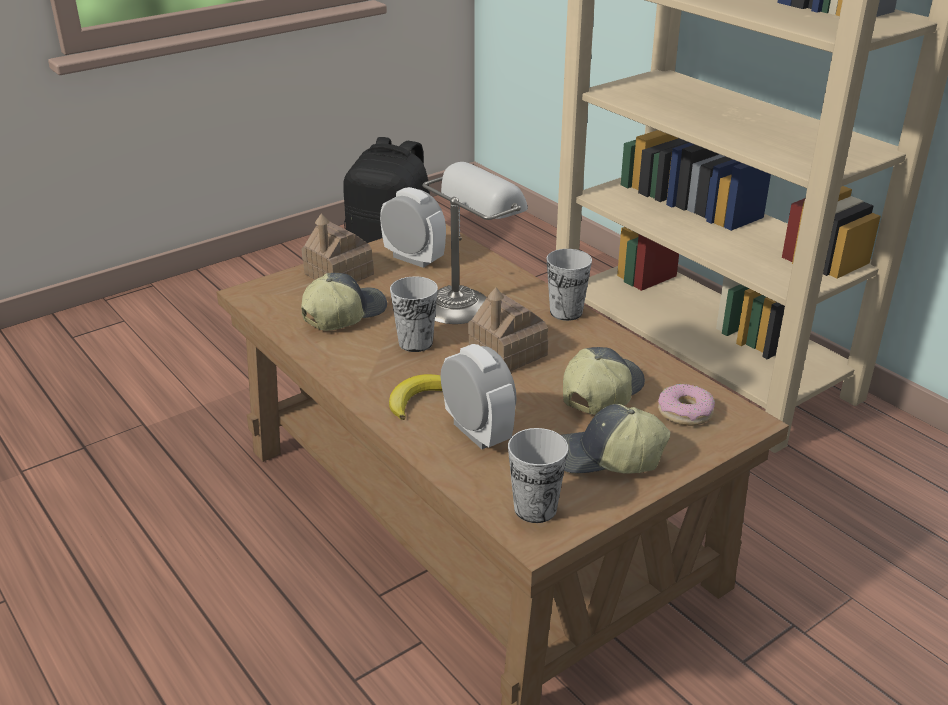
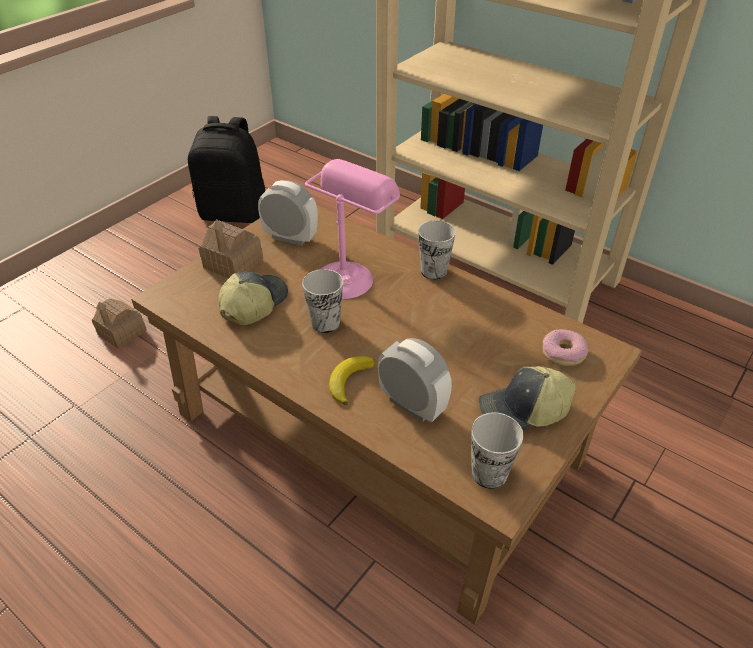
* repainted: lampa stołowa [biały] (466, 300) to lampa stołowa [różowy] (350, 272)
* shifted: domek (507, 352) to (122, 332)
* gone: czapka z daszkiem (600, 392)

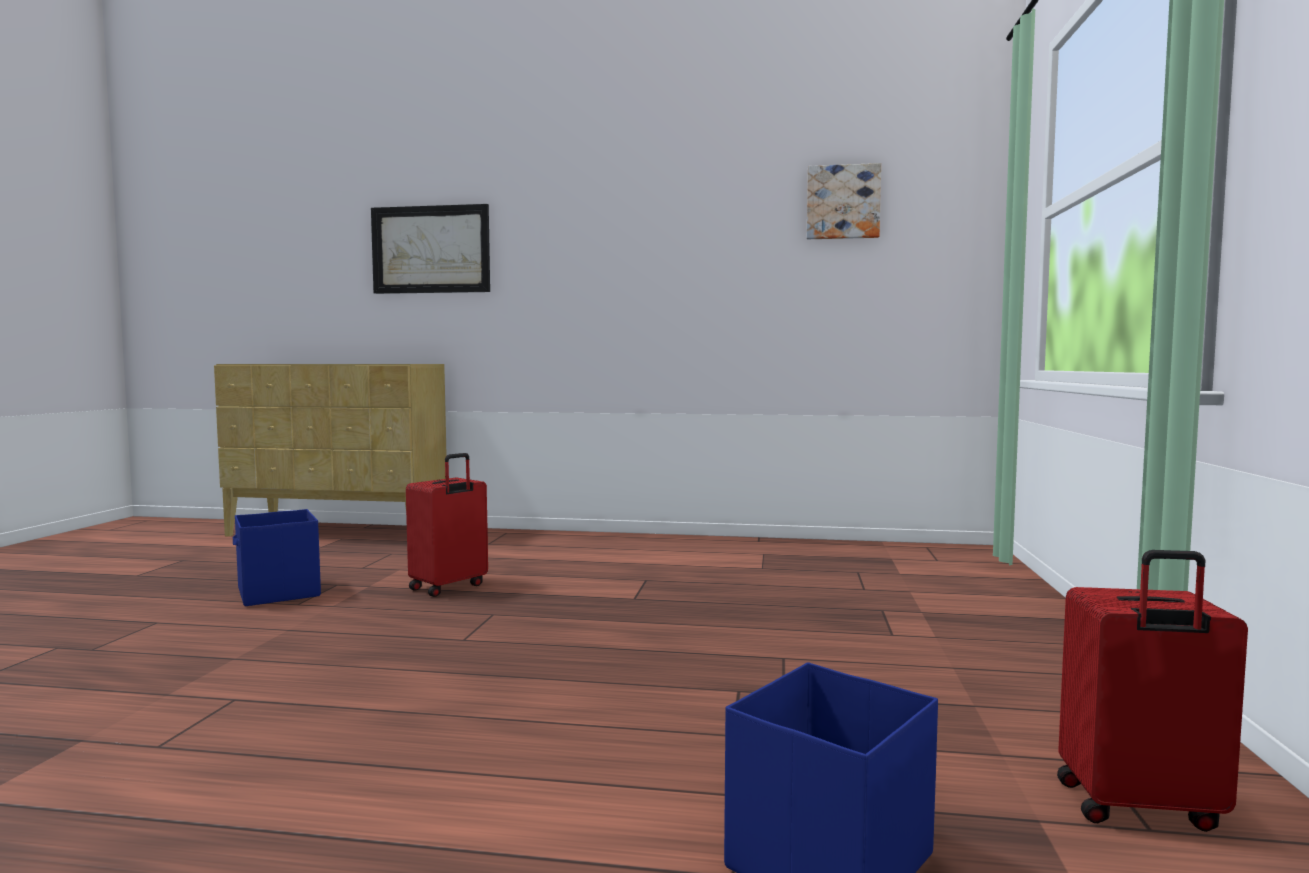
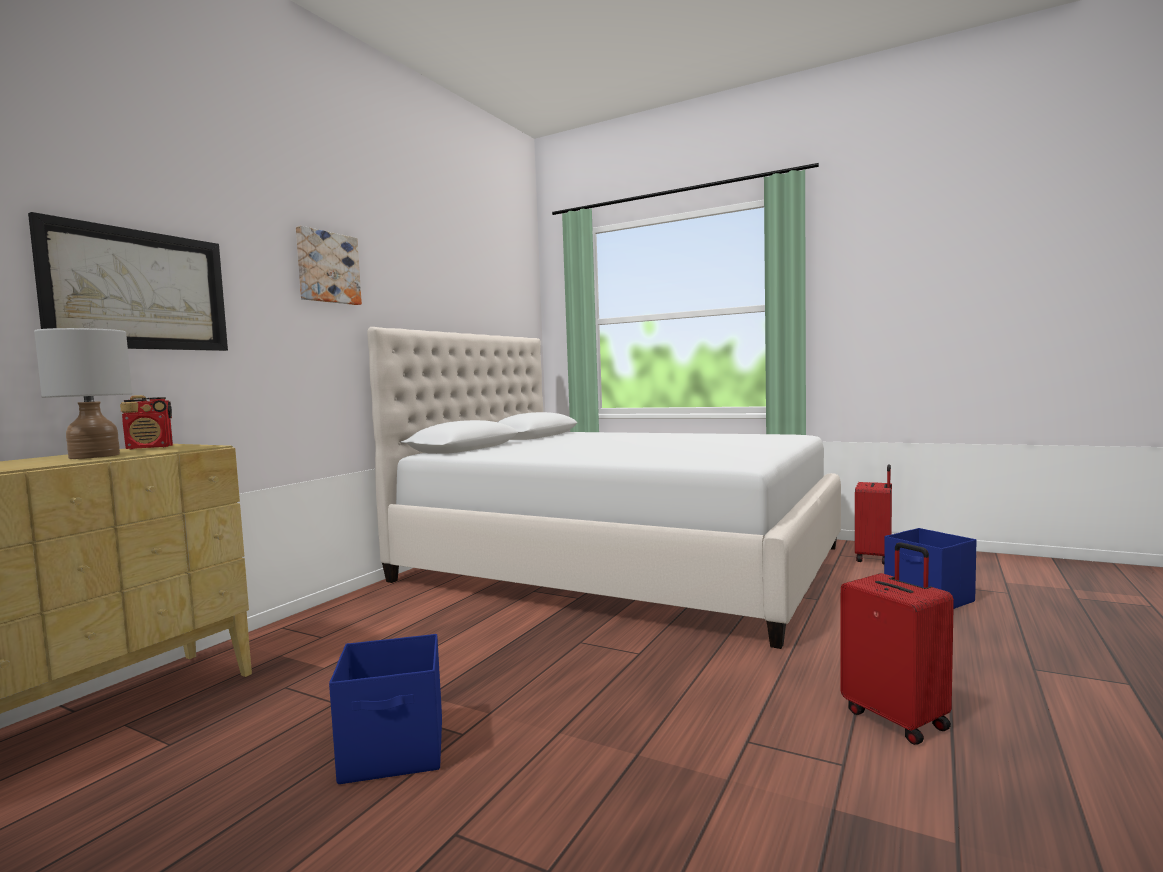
* shifted: walizka [czerwony] (449, 587) to (897, 718)
* shifted: obraz (842, 202) to (327, 268)
* new: lampa stołowa [szary] (93, 456)
* new: radio (150, 447)
* new: łóżko [biały] (621, 563)

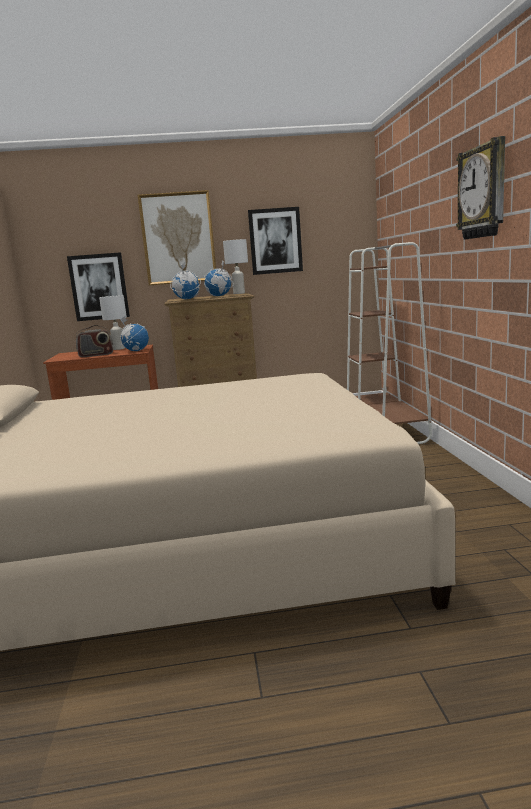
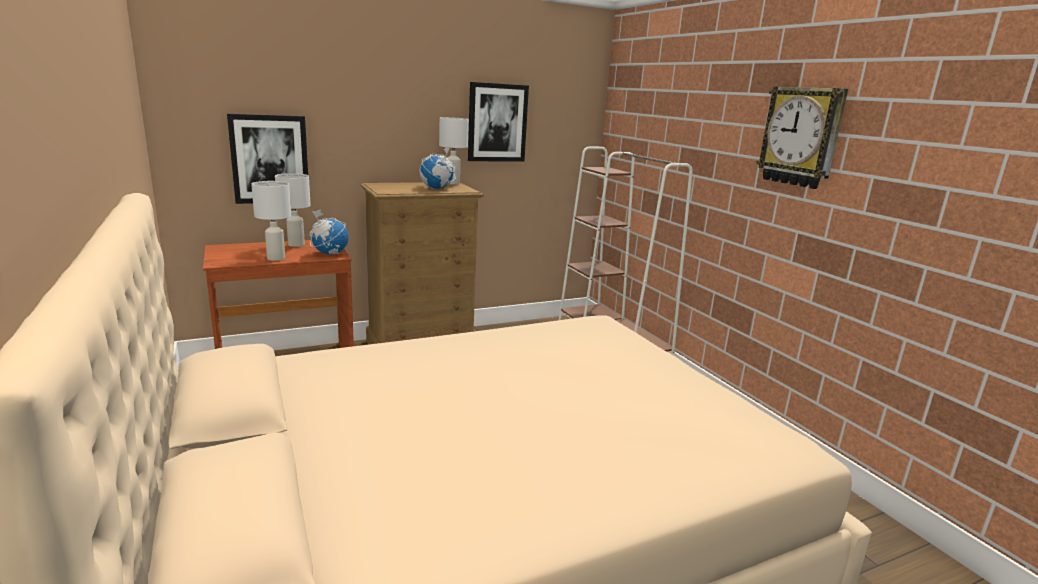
* swapped: radio (96, 355) to lampa stołowa [biały] (276, 258)
* gone: obraz (178, 238)
* gone: globus (186, 299)

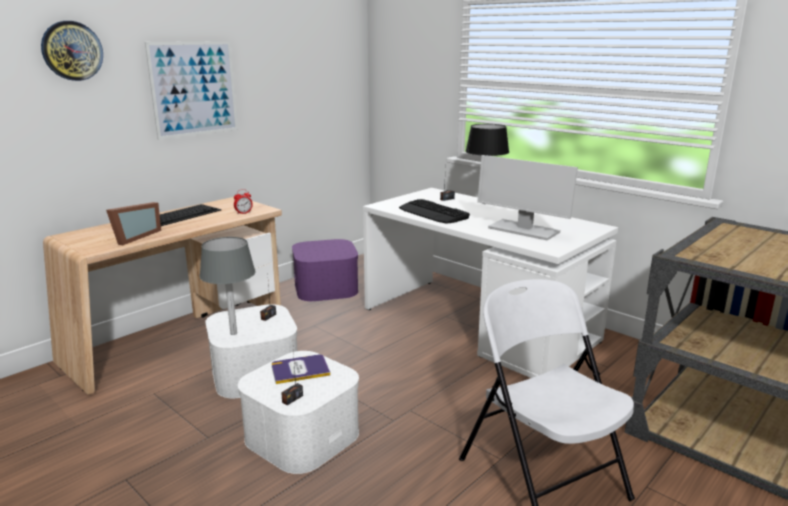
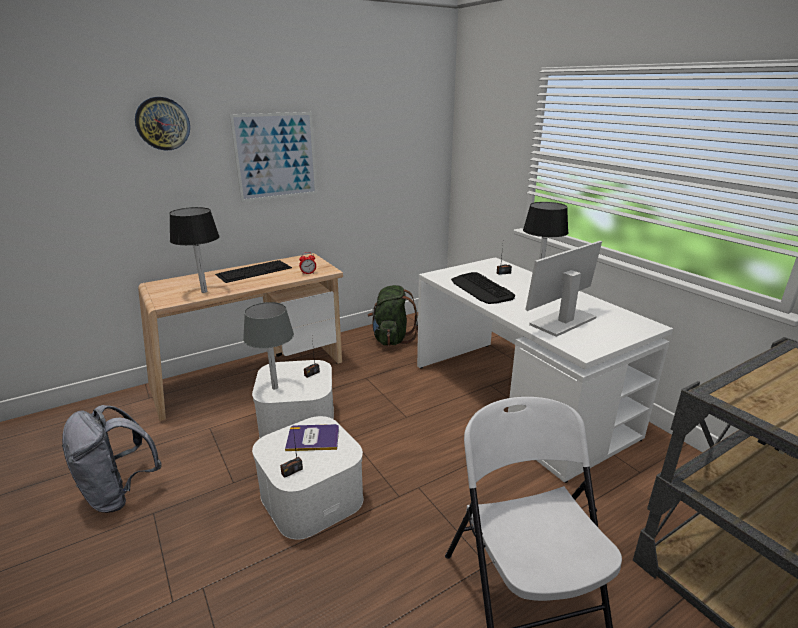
* swapped: ramka na zdjęcie (134, 237) to lampa stołowa [czarny] (204, 291)
* swapped: pojemnik do przechowywania [fioletowy] (326, 287) to plecak [zielony] (391, 339)
* rotated: monitor (522, 230) = (563, 321) 90 degrees clockwise
* new: plecak [szary] (119, 493)

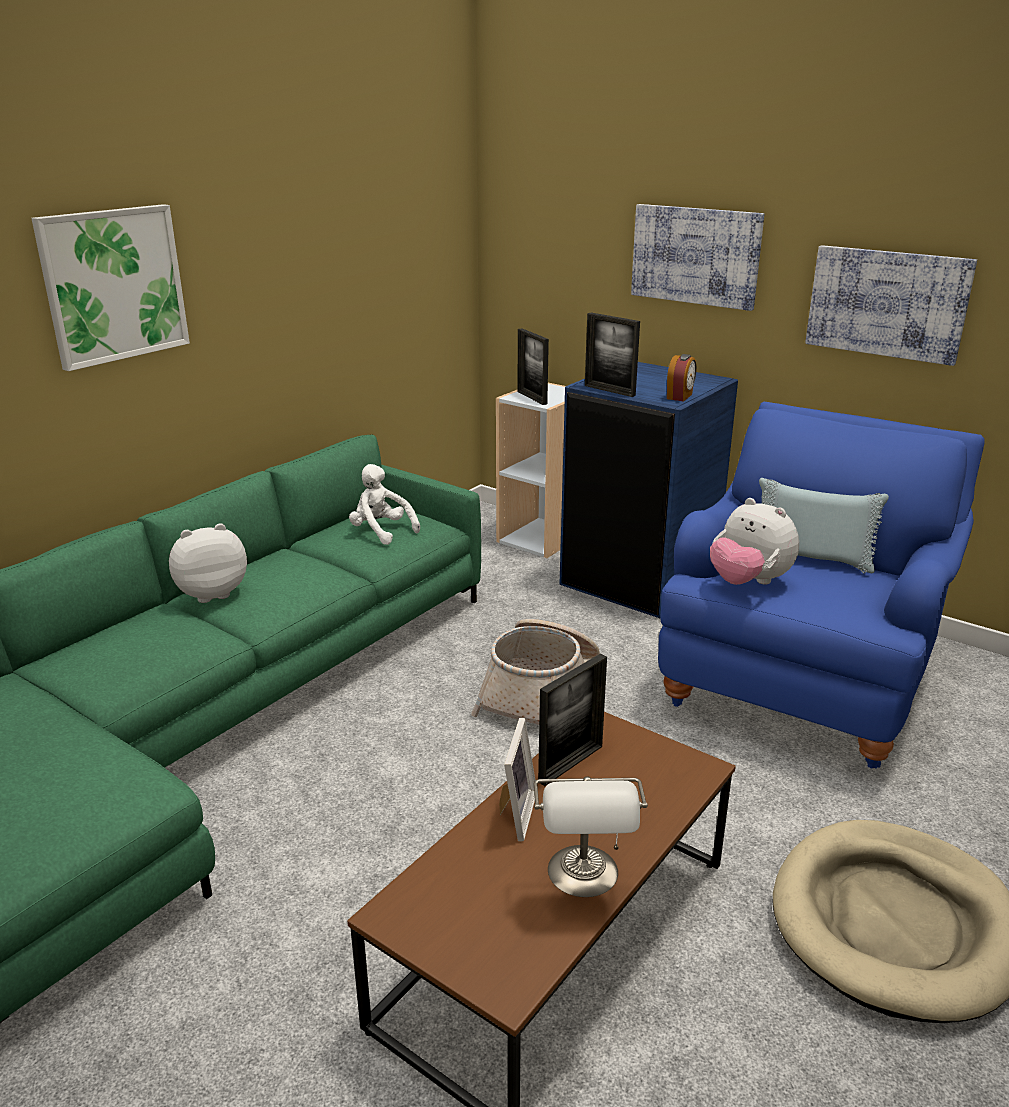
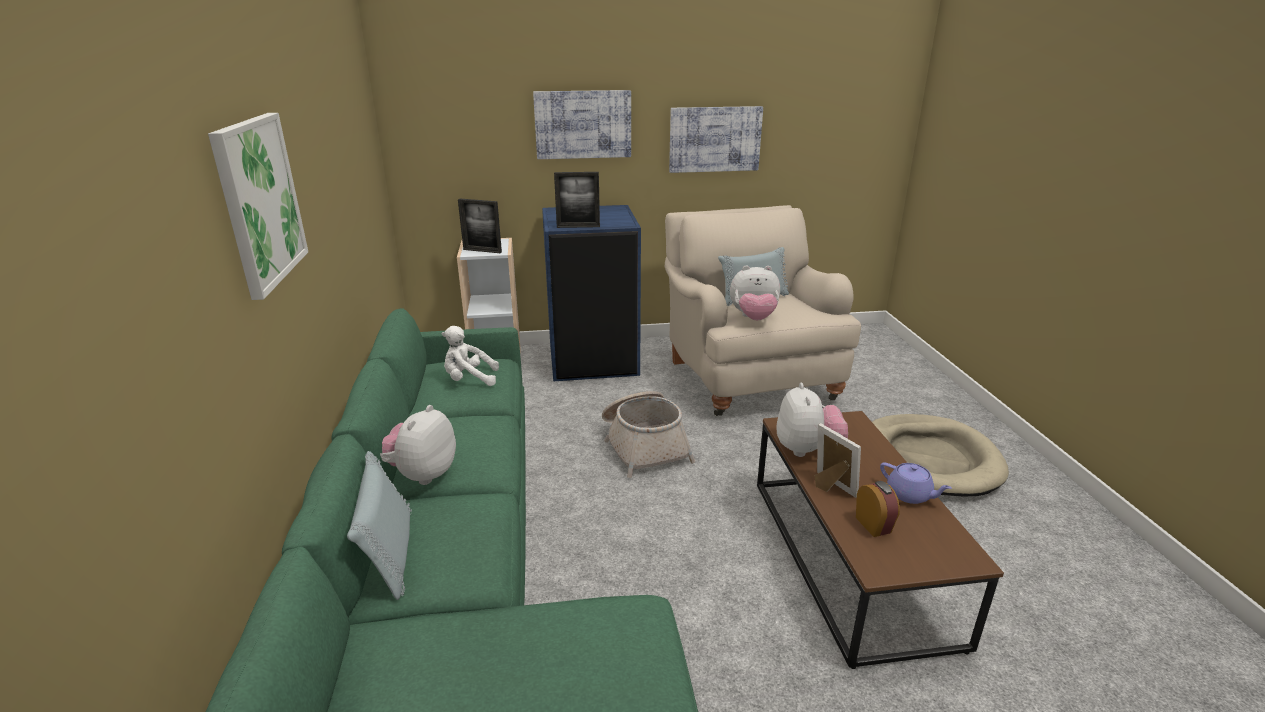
* swapped: lampa stołowa [biały] (586, 882) to imbryk [fioletowy] (910, 495)
* swapped: ramka na zdjęcie (571, 764) to pluszak (807, 449)
* repainted: fotel [niebieski] (801, 682) to fotel [beżowy] (748, 376)
* shifted: budzik (680, 396) to (874, 525)
* new: poduszka [niebieski] (389, 553)

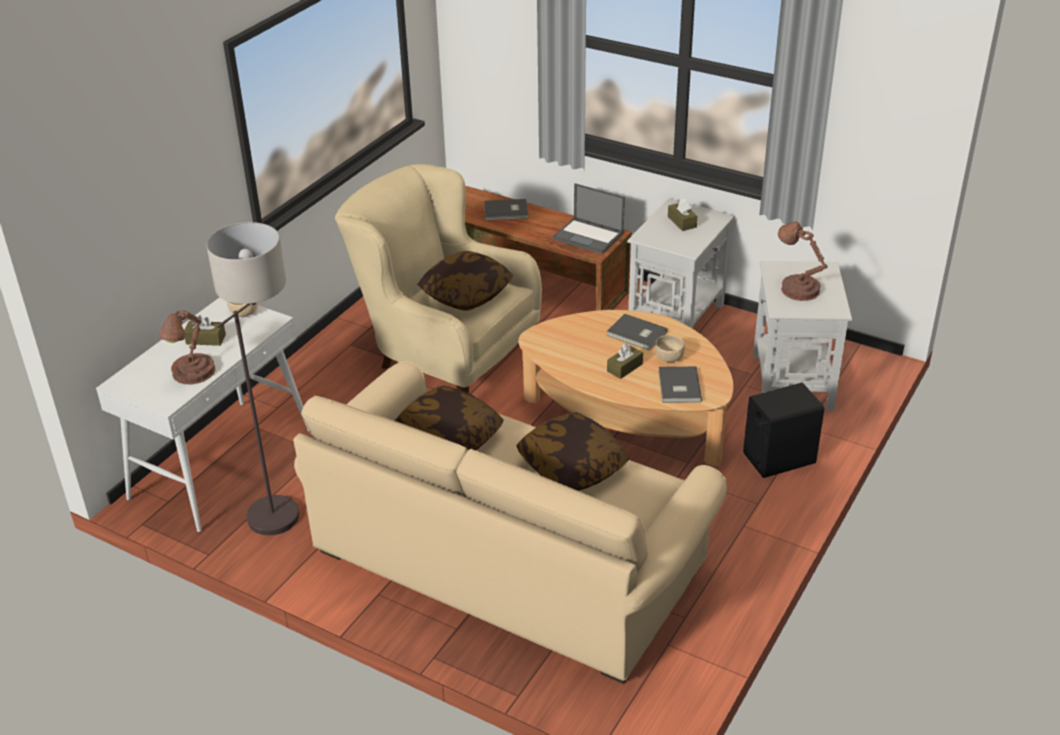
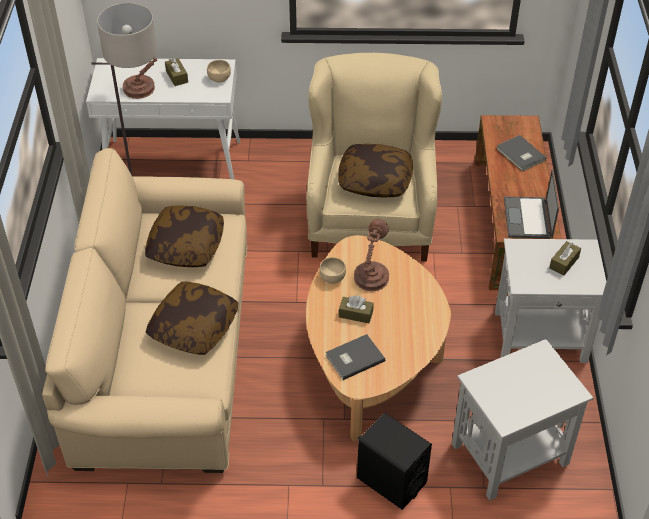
* gone: książka [szary] (636, 334)
* shifted: miska [beżowy] (669, 358) to (332, 278)
* shifted: lampa stołowa [brązowy] (797, 289) to (372, 275)

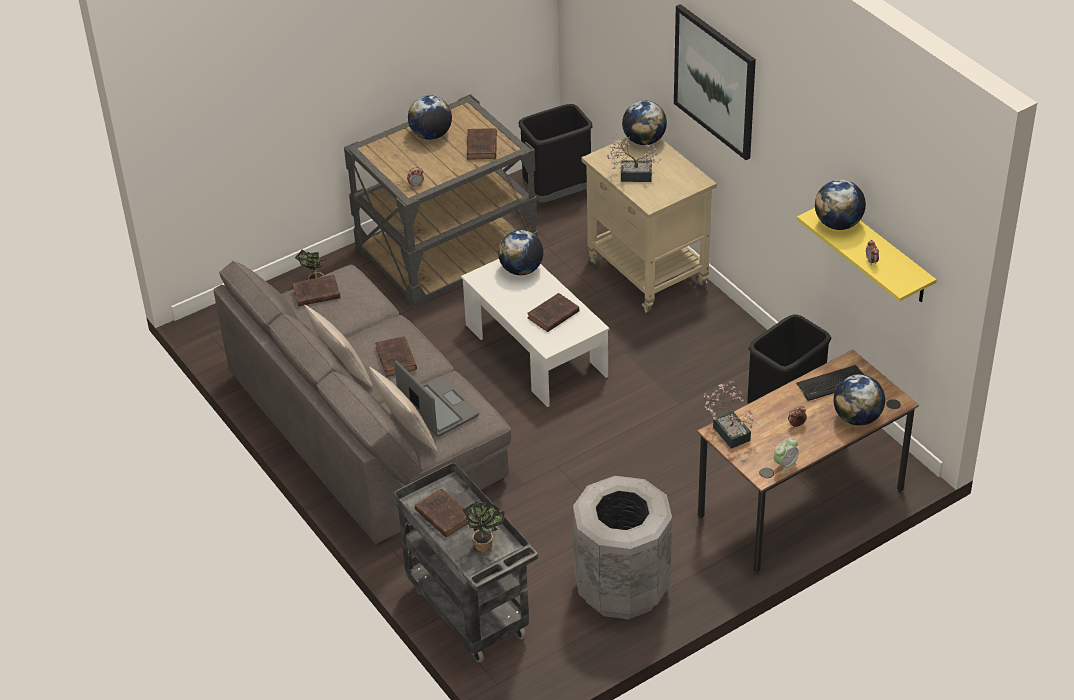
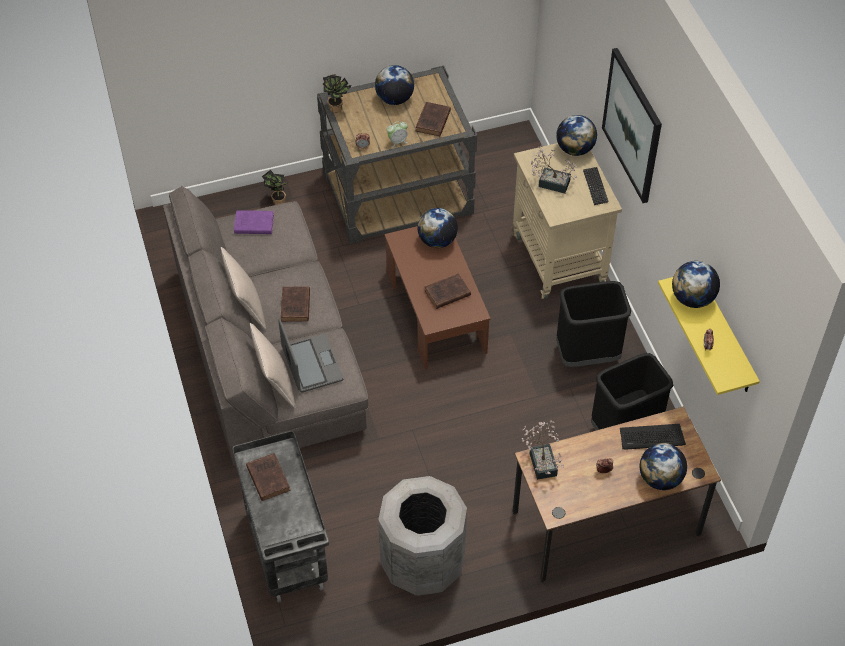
* repainted: książka [brązowy] (315, 293) to książka [fioletowy] (253, 224)
* repainted: ława [biały] (535, 350) to ława [brązowy] (435, 311)
* shifted: roślina doniczkowa (486, 544) to (337, 108)
* shifted: kosz na śmieci [czarny] (557, 194) to (587, 354)
* shifted: budzik (785, 464) to (397, 141)
* new: klawiatura (595, 186)

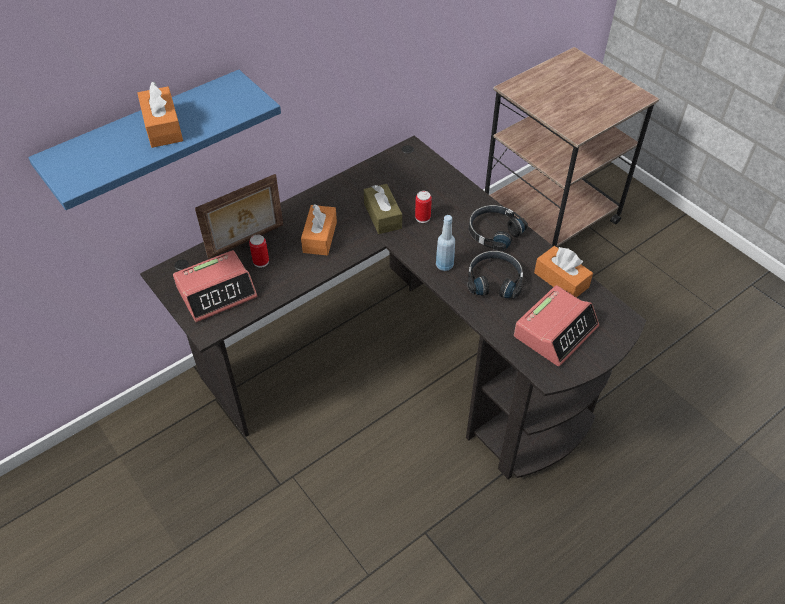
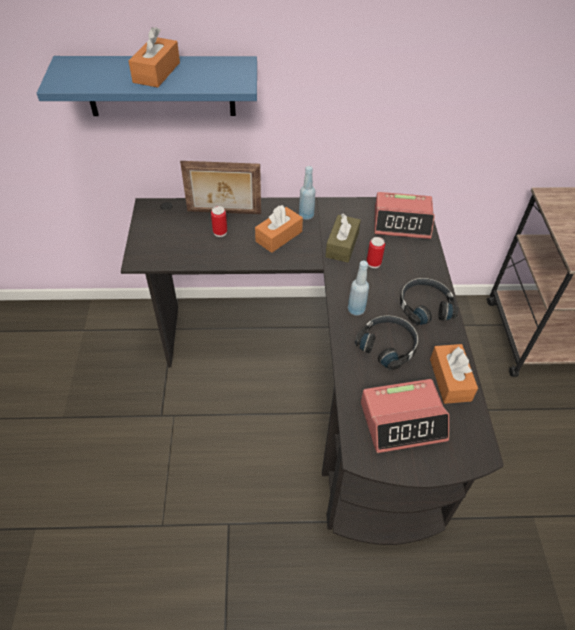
* shifted: budzik (217, 292) to (402, 222)
* new: butelka [niebieski] (306, 215)

